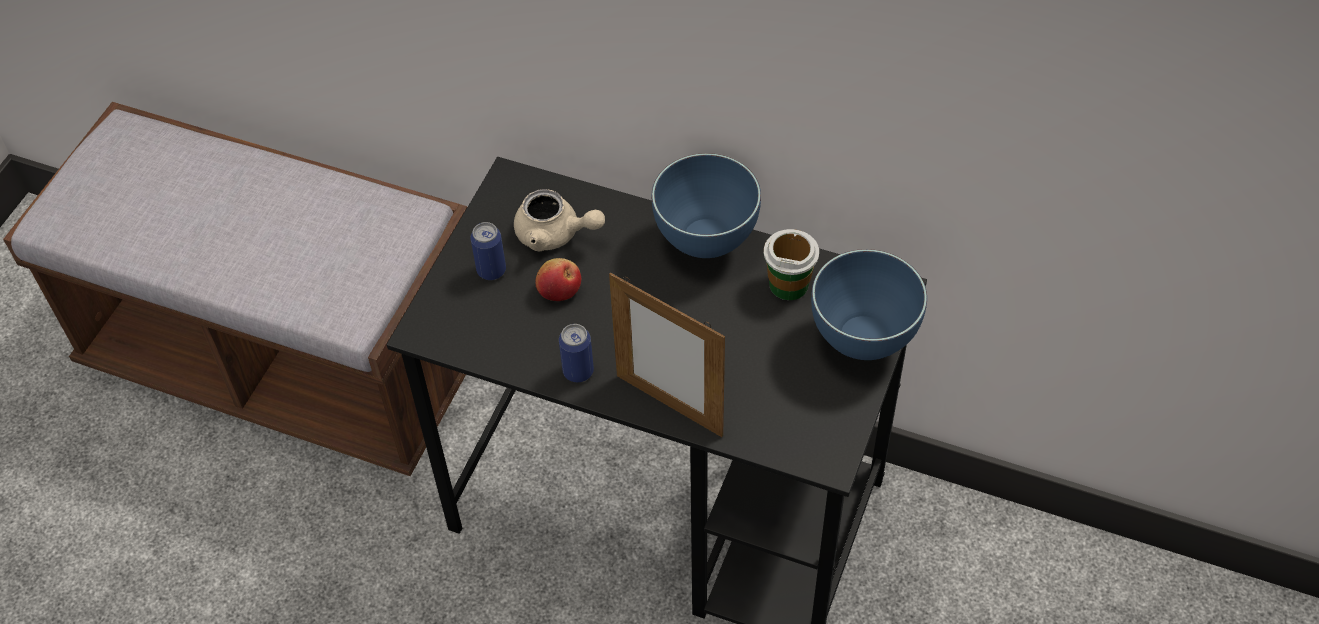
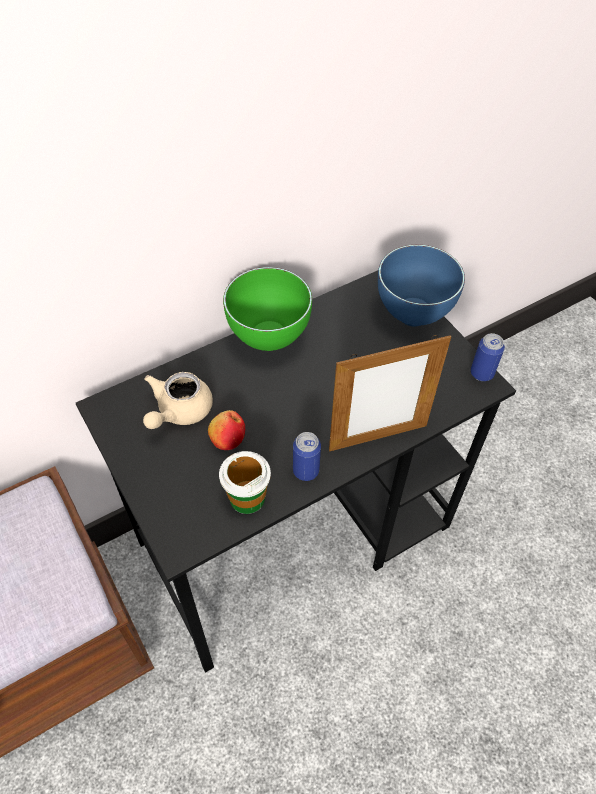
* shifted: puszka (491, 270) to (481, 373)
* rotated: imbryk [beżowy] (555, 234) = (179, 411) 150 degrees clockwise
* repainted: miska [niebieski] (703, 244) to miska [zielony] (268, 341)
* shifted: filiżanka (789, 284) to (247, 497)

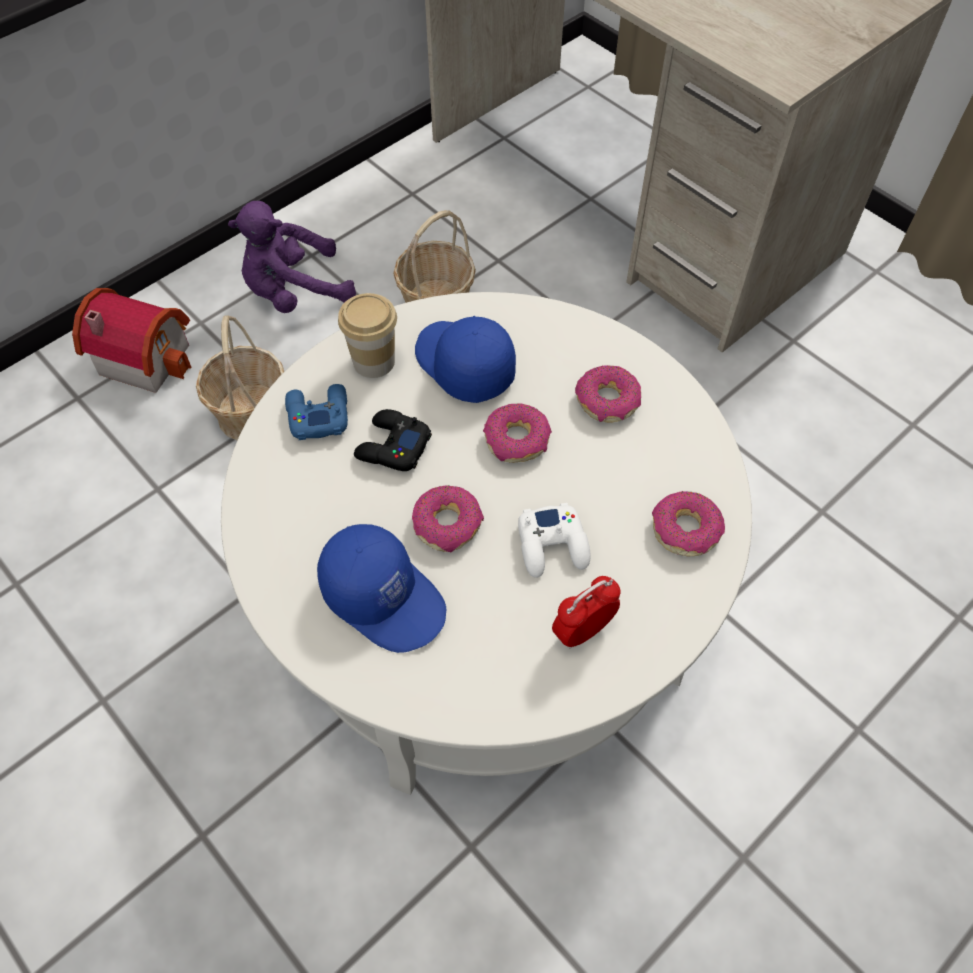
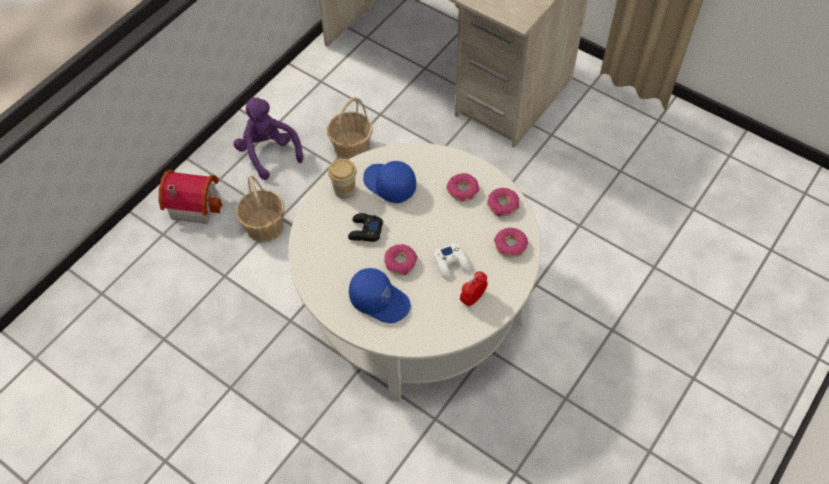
* rotated: pluszak [fioletowy] (294, 292) = (268, 152) 90 degrees clockwise
* gone: pad do gier [niebieski] (318, 415)
* shifted: donut (517, 440) to (503, 205)

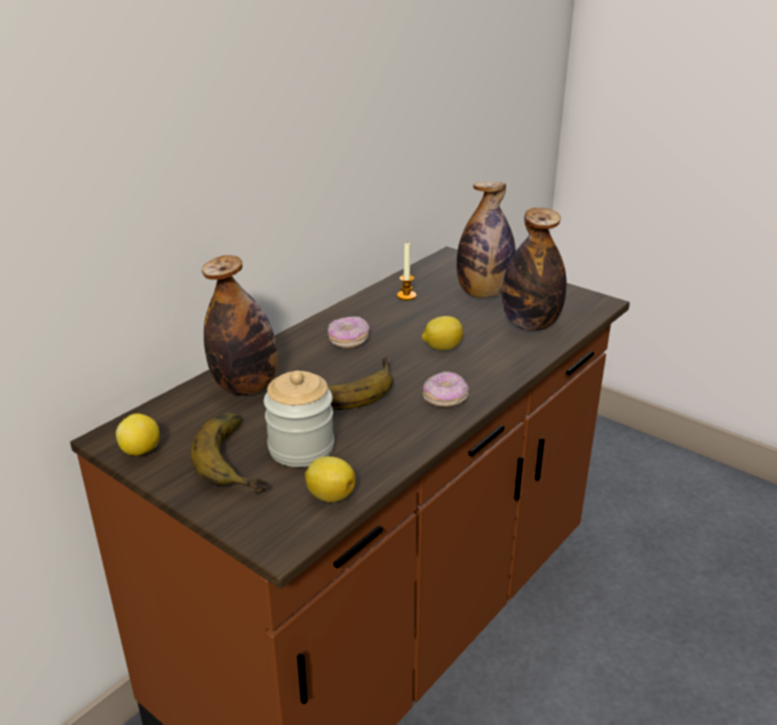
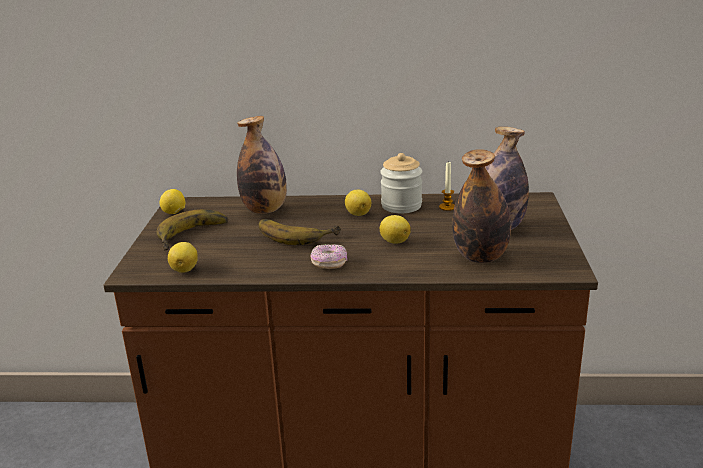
* shifted: słoik (301, 448) to (401, 206)
* swapped: donut (348, 340) to cytryna (358, 213)

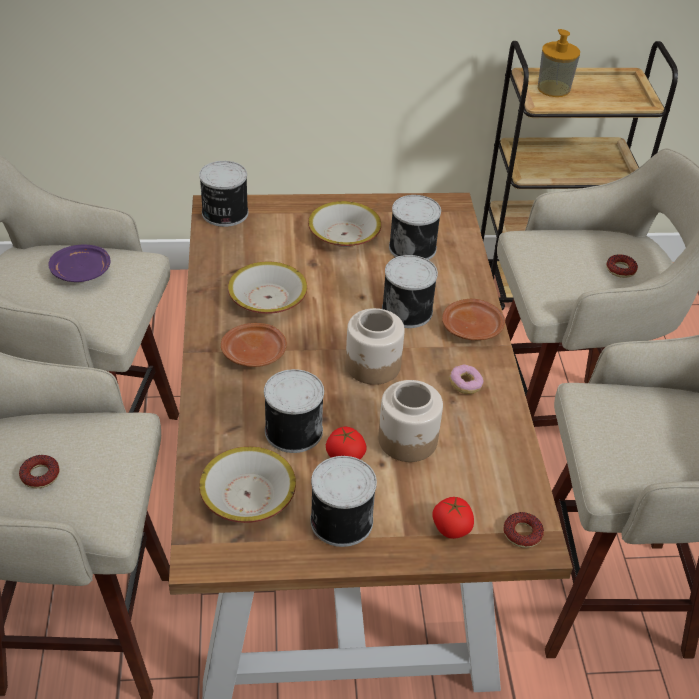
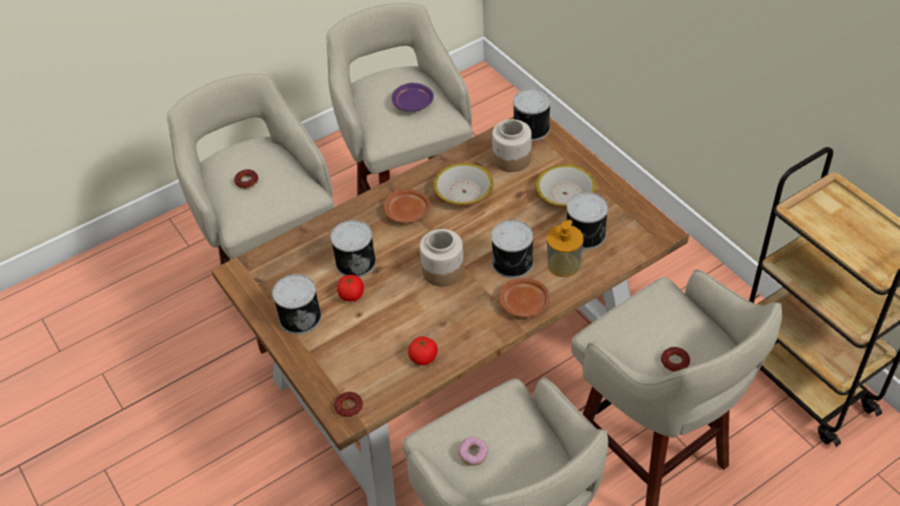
* gone: miska (247, 495)
* shifted: słoik (408, 440) to (512, 159)
* shifted: pomidor (451, 528) to (423, 358)
* shifted: donut (465, 385) to (473, 454)
* shifted: dozownik mydła (553, 88) to (563, 265)

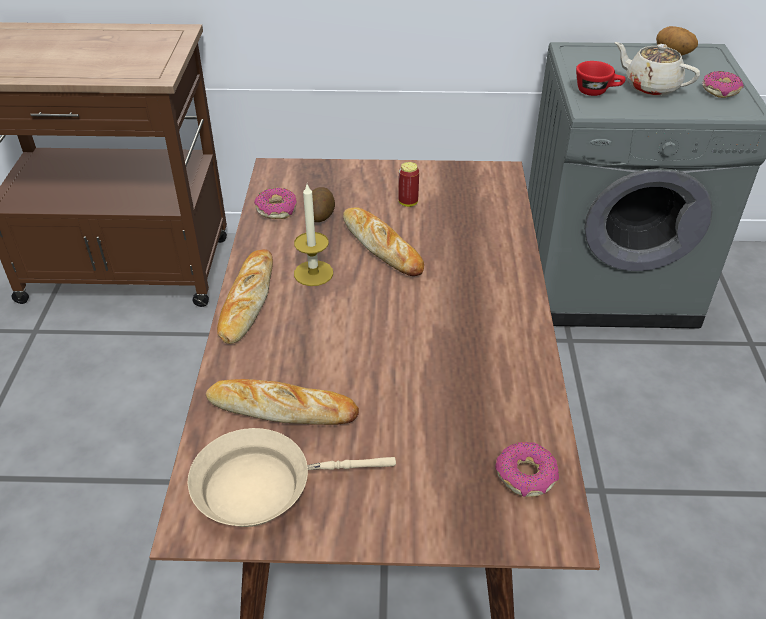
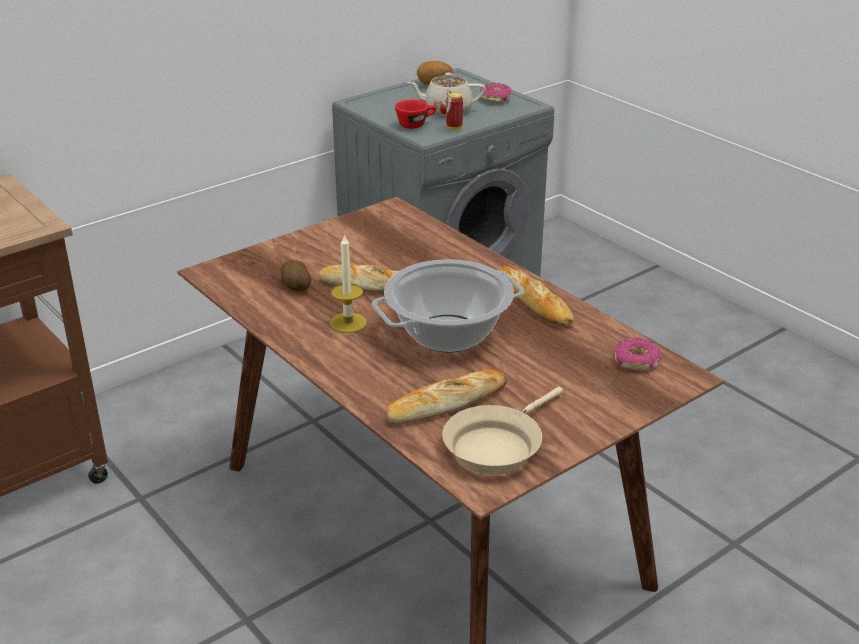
* shifted: chleb (247, 300) to (533, 302)
* gone: donut (276, 209)
* shifted: puszka (408, 203) to (454, 128)
* new: garnek (448, 333)

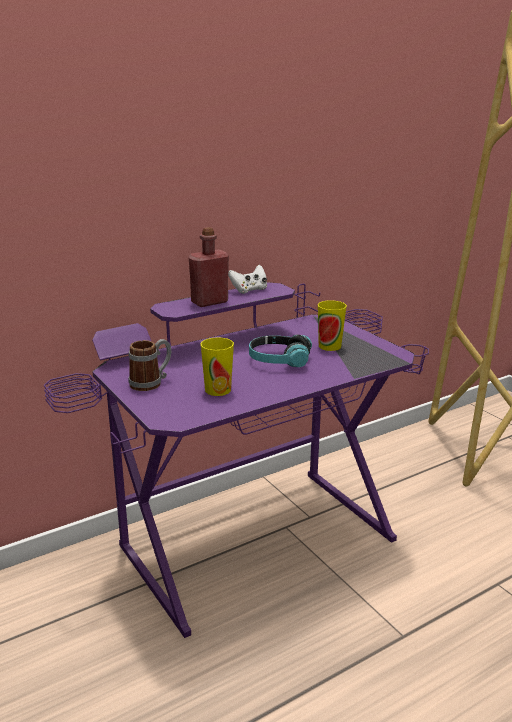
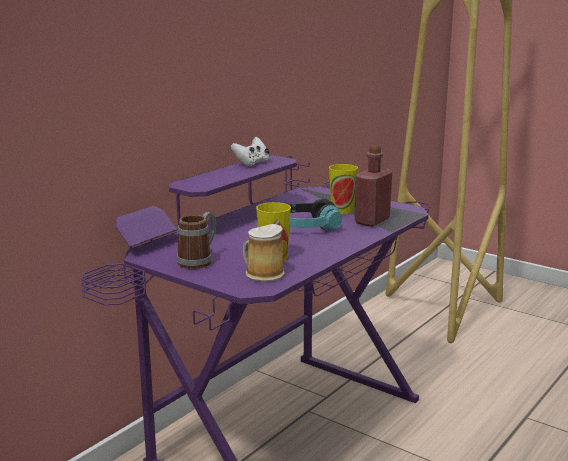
* shifted: butelka [czerwony] (209, 302) to (372, 221)
* new: kubek (262, 274)

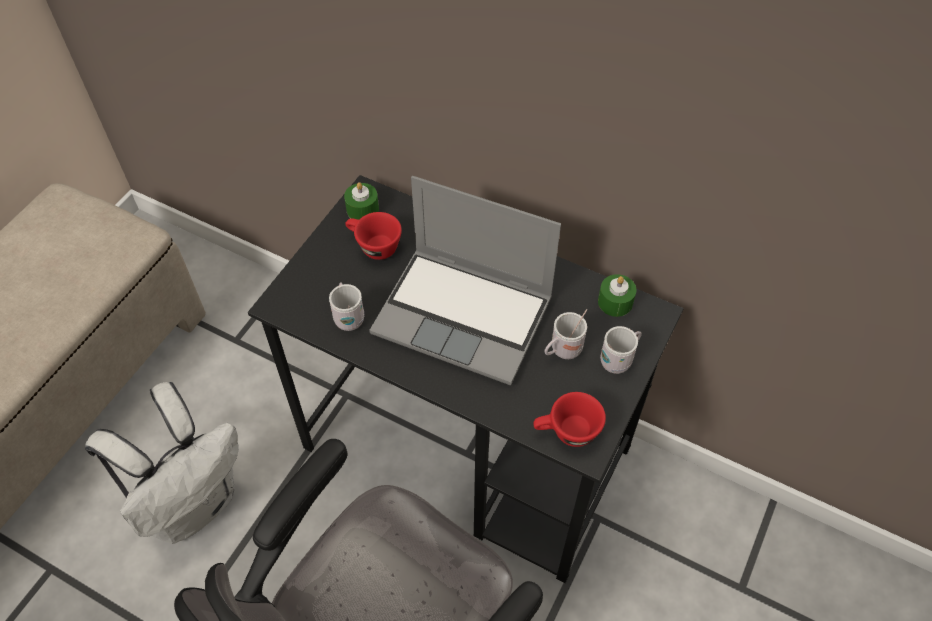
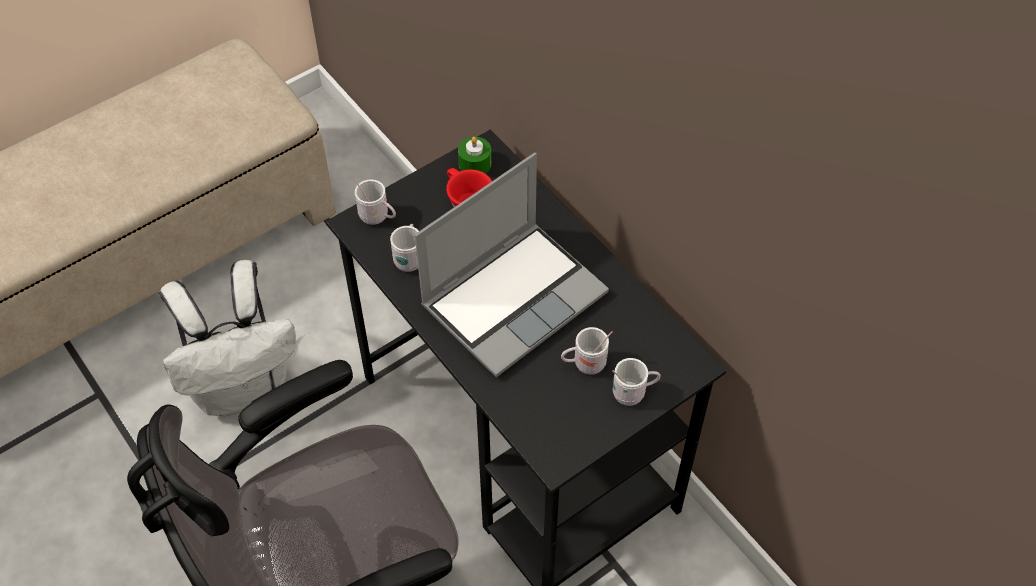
* rotated: laptop (465, 315) = (514, 297) 90 degrees counterclockwise
* gone: filiżanka [czerwony] (566, 432)
* gone: świeca [zielony] (615, 302)
* new: kubek [biały] (377, 217)

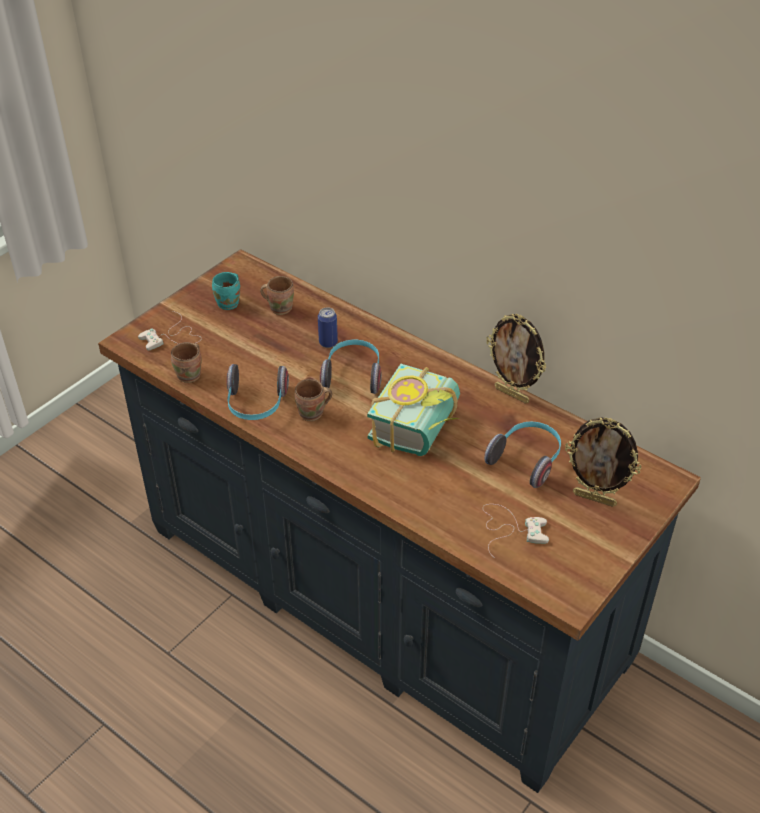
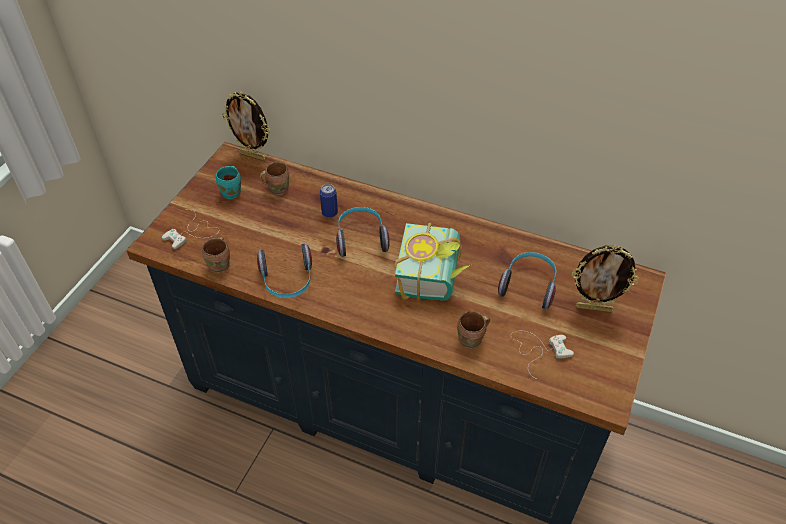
* shifted: kubek [brązowy] (313, 414) to (472, 340)
* shifted: ramka na zdjęcie (512, 394) to (253, 155)

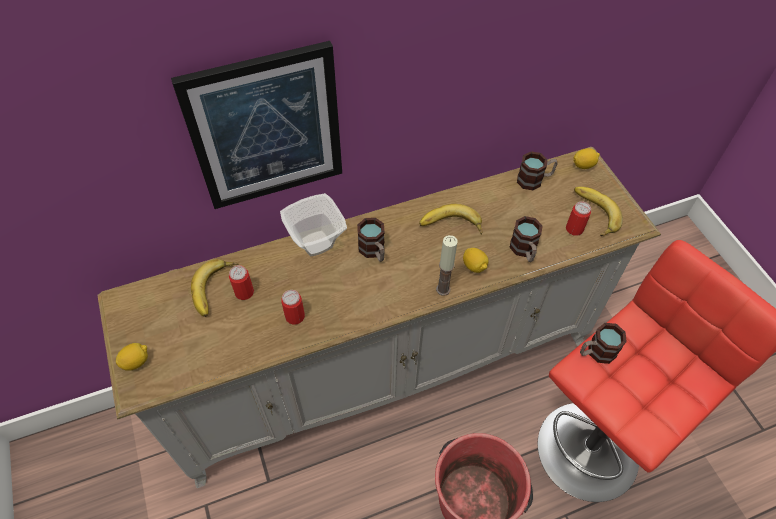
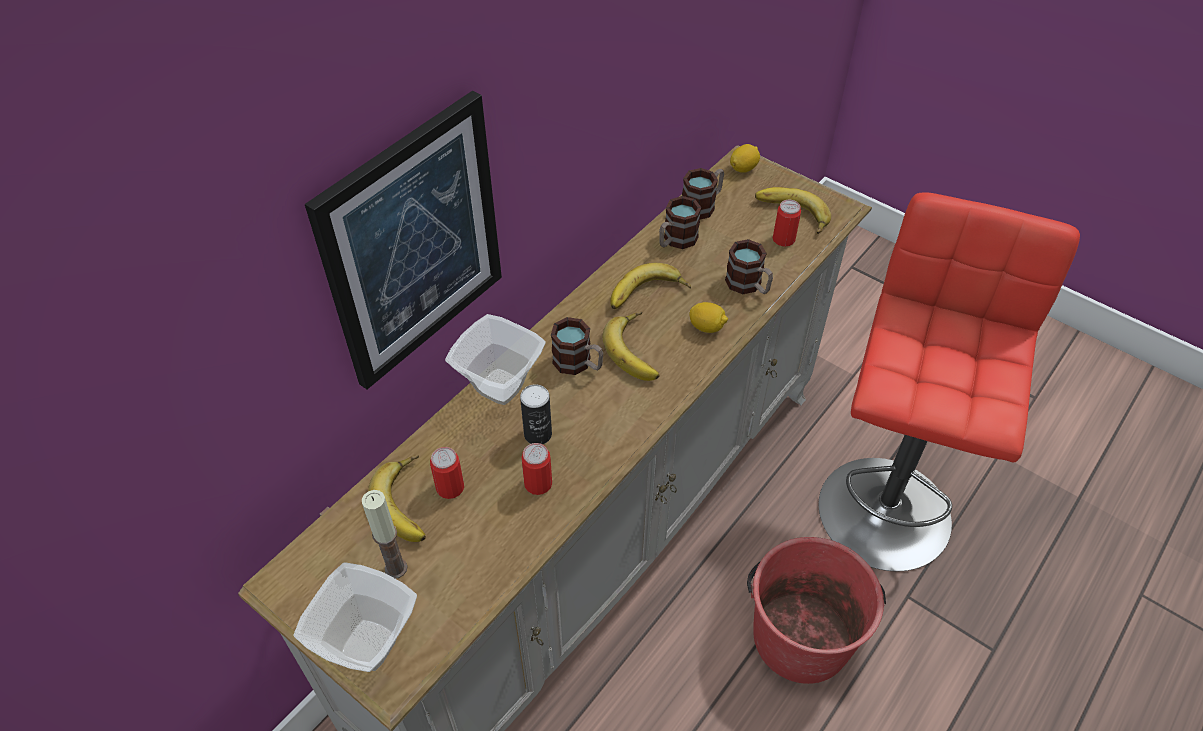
* swapped: cytryna (136, 362) to miska (366, 645)
* shifted: świeca (443, 289) to (396, 568)
* shifted: kubek (596, 352) to (676, 241)
* new: puszka (538, 434)
* new: banan (638, 350)

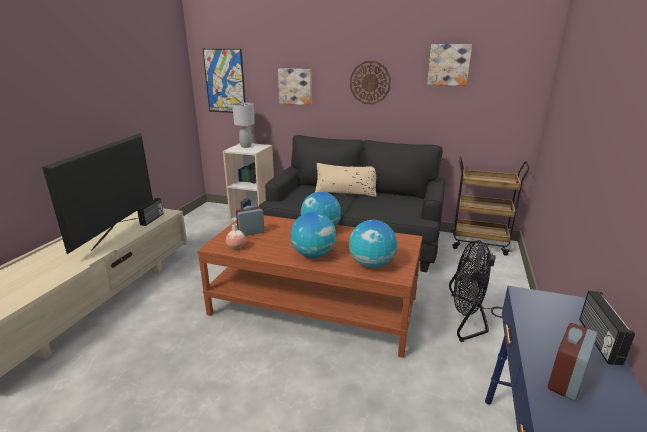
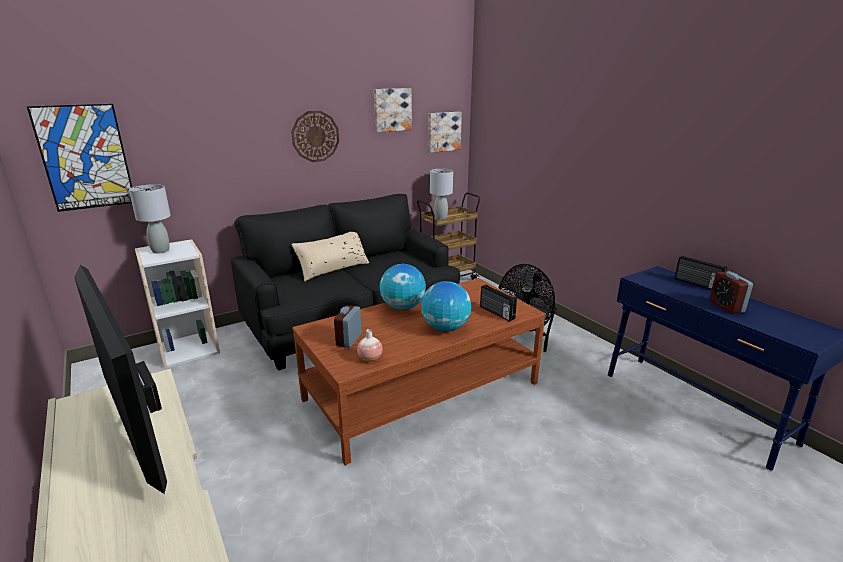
* shifted: obraz (295, 86) to (443, 131)
* swapped: globus (371, 264) to radio (496, 313)
* new: lampa stołowa [szary] (440, 218)

